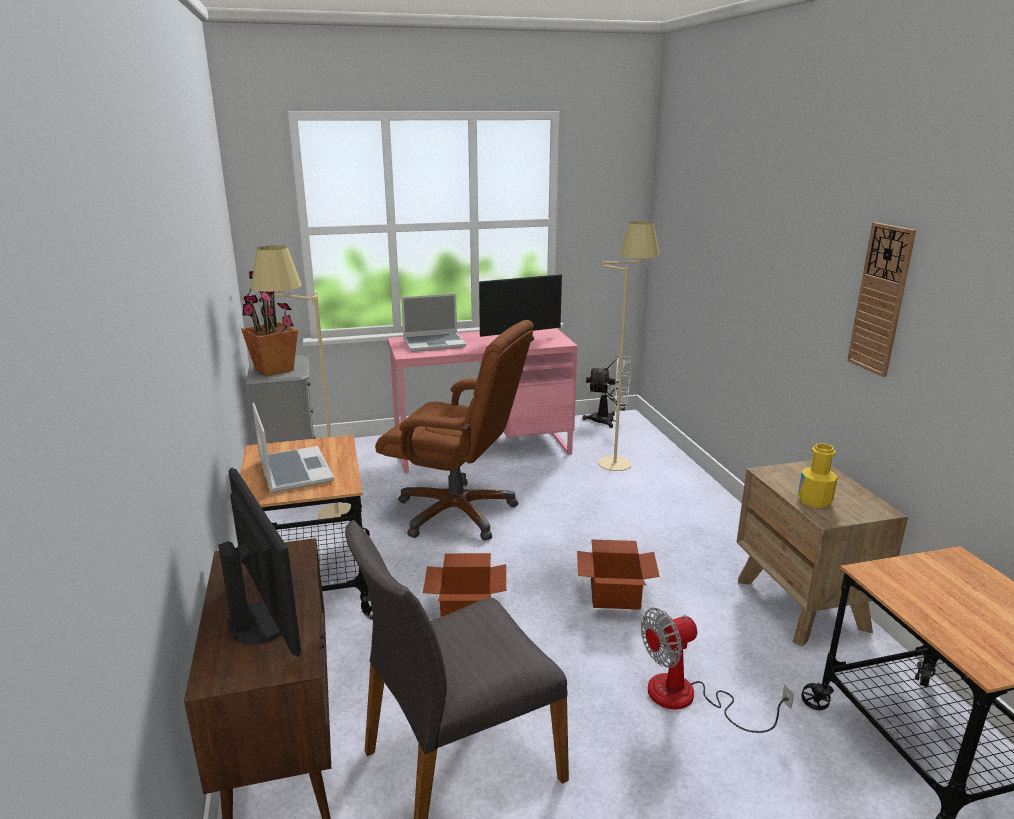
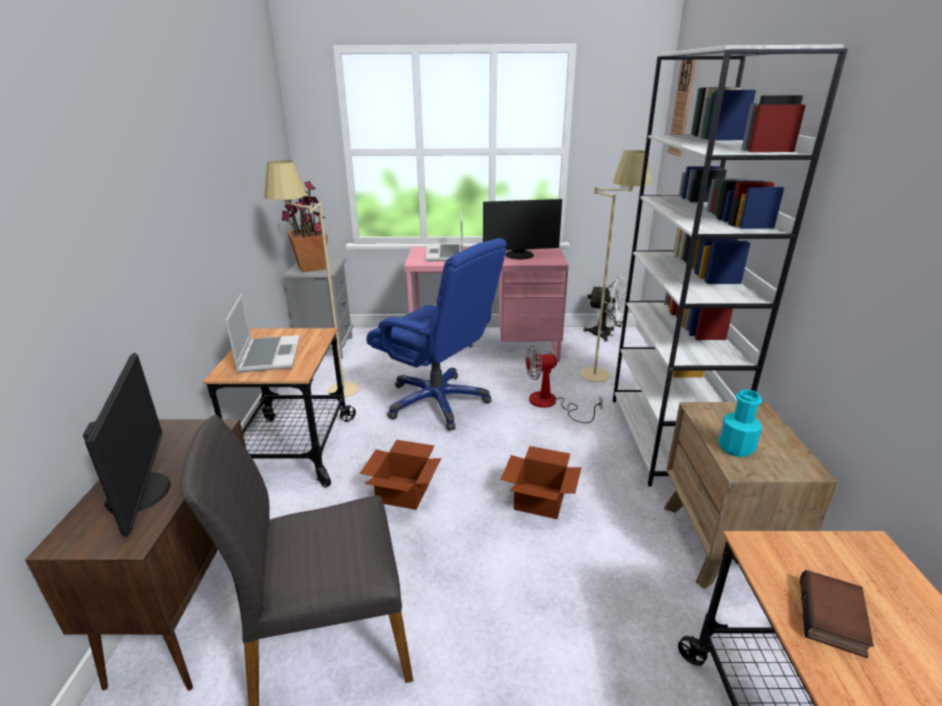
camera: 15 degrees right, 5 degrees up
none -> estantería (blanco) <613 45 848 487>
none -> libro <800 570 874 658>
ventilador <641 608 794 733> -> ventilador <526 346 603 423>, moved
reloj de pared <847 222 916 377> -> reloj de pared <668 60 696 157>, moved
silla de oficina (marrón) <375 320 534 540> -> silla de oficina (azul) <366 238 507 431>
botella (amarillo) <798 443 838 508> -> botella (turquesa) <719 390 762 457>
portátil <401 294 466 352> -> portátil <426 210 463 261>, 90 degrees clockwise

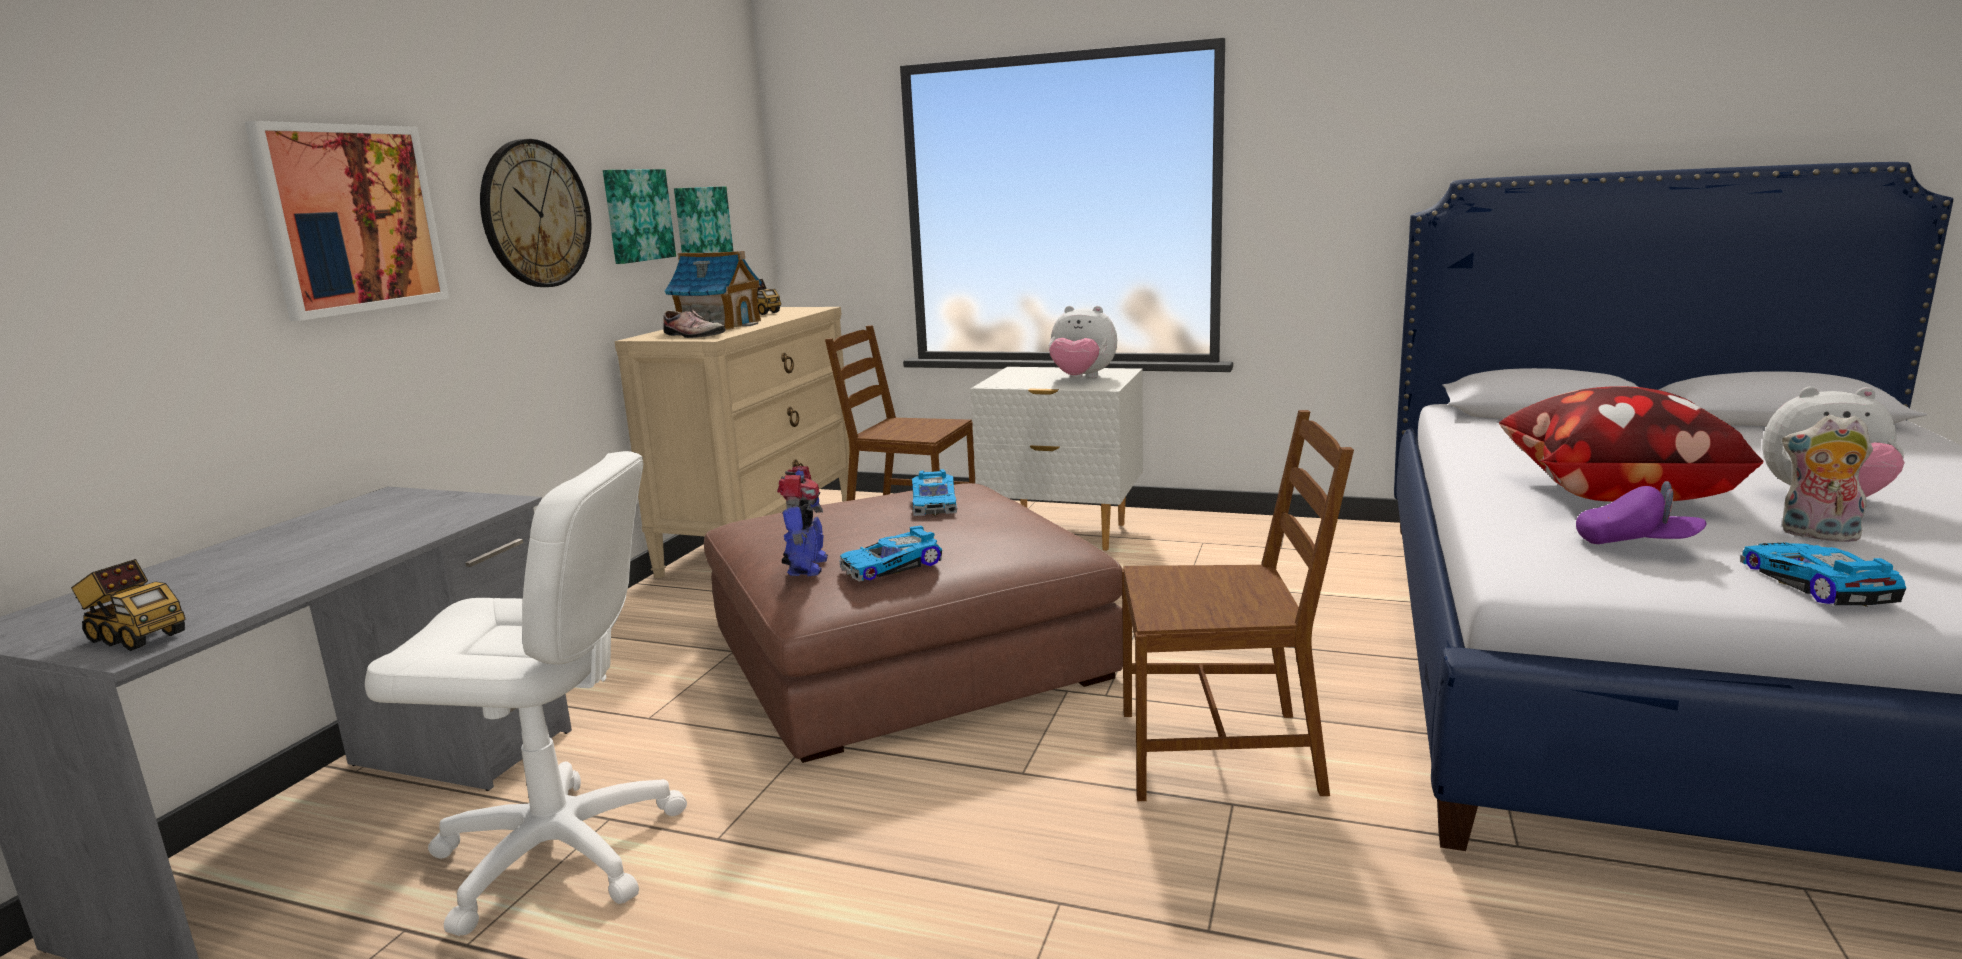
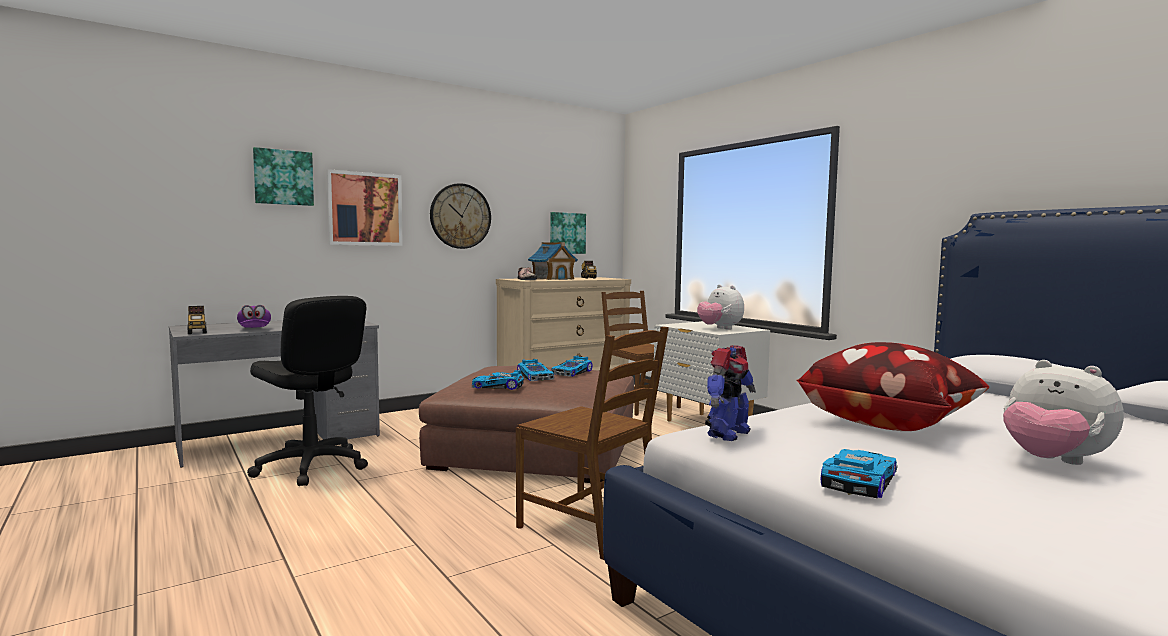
camera: 35 degrees right, 10 degrees down
peluche <1782 415 1873 542> -> none
none -> coche de juguete <517 359 555 381>
cuadro <603 169 676 264> -> cuadro <253 147 314 206>, moved
robot de juguete <777 466 828 577> -> robot de juguete <705 345 756 441>, moved
gorra (morado) <1576 481 1706 544> -> gorra (morado) <237 305 271 328>, moved
silla de oficina (blanco) <365 451 687 936> -> silla de oficina (negro) <247 296 368 486>

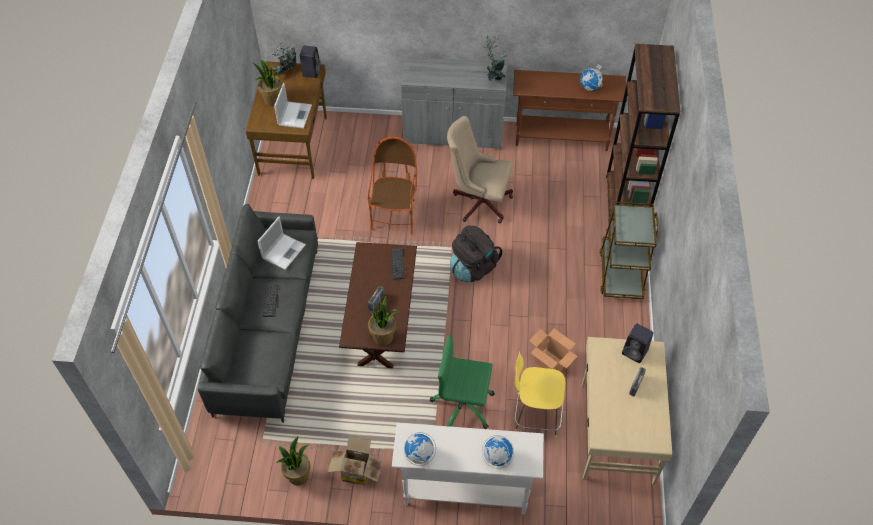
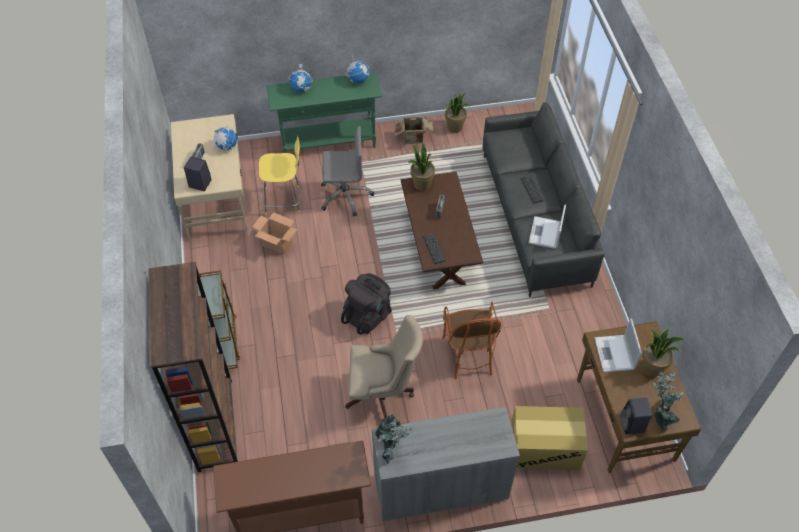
camera: 165 degrees right, 0 degrees up
none -> caja de cartón <511 406 588 470>
globo terráqueo <580 65 603 91> -> globo terráqueo <213 127 237 151>, moved
mesa consola (blanco) <392 423 544 515> -> mesa consola (verde) <267 72 382 153>
silla de oficina (verde) <430 335 495 429> -> silla de oficina (gris) <321 126 374 217>

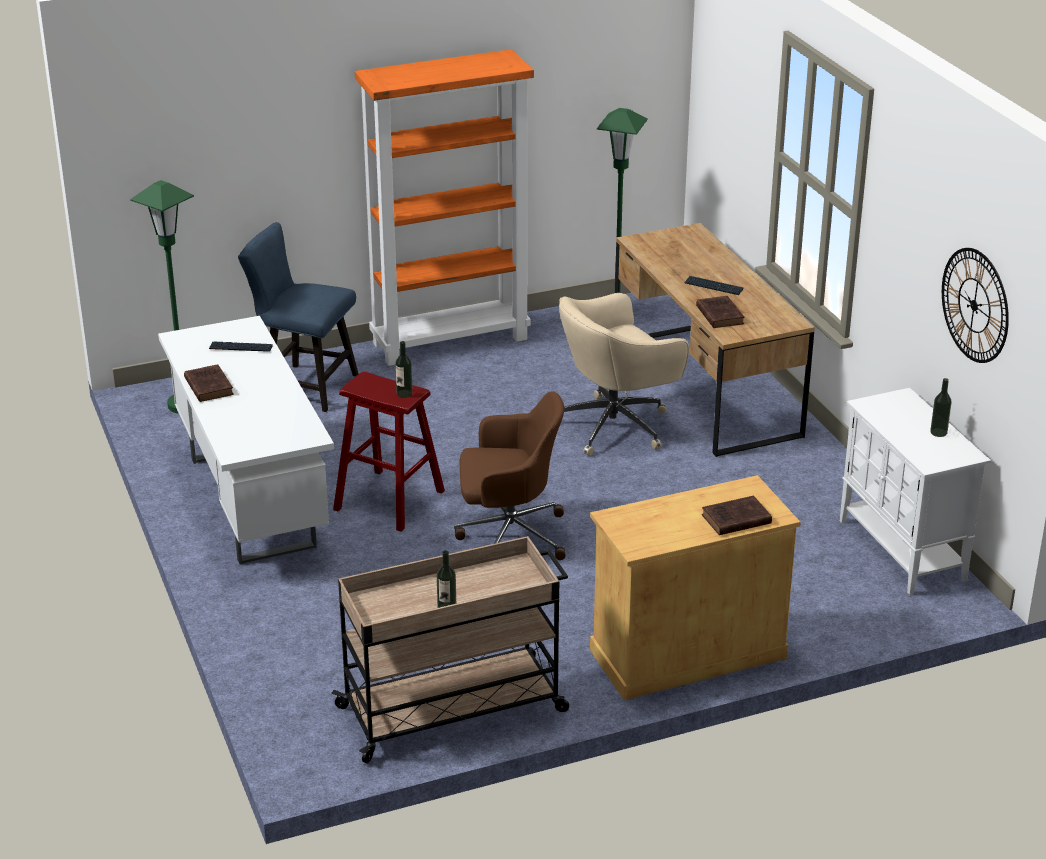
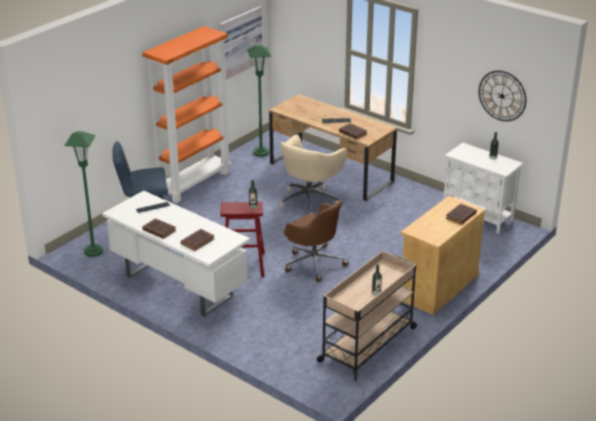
camera: 30 degrees left, 0 degrees up
none -> libro (marrón) <181 229 214 251>
none -> cuadro <219 6 262 79>
silla de oficina (marrón) <454 391 565 560> -> silla de oficina (marrón) <284 200 349 282>, 75 degrees clockwise

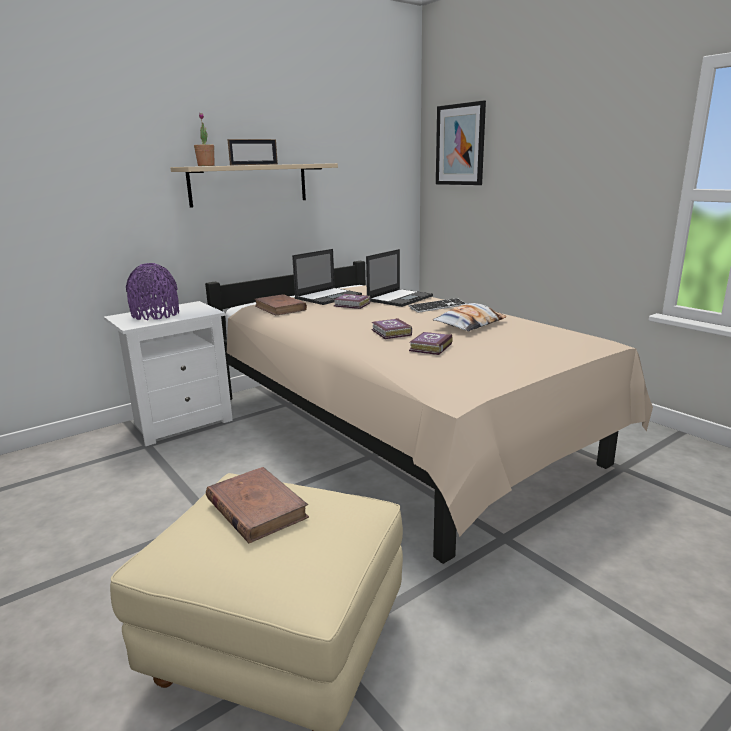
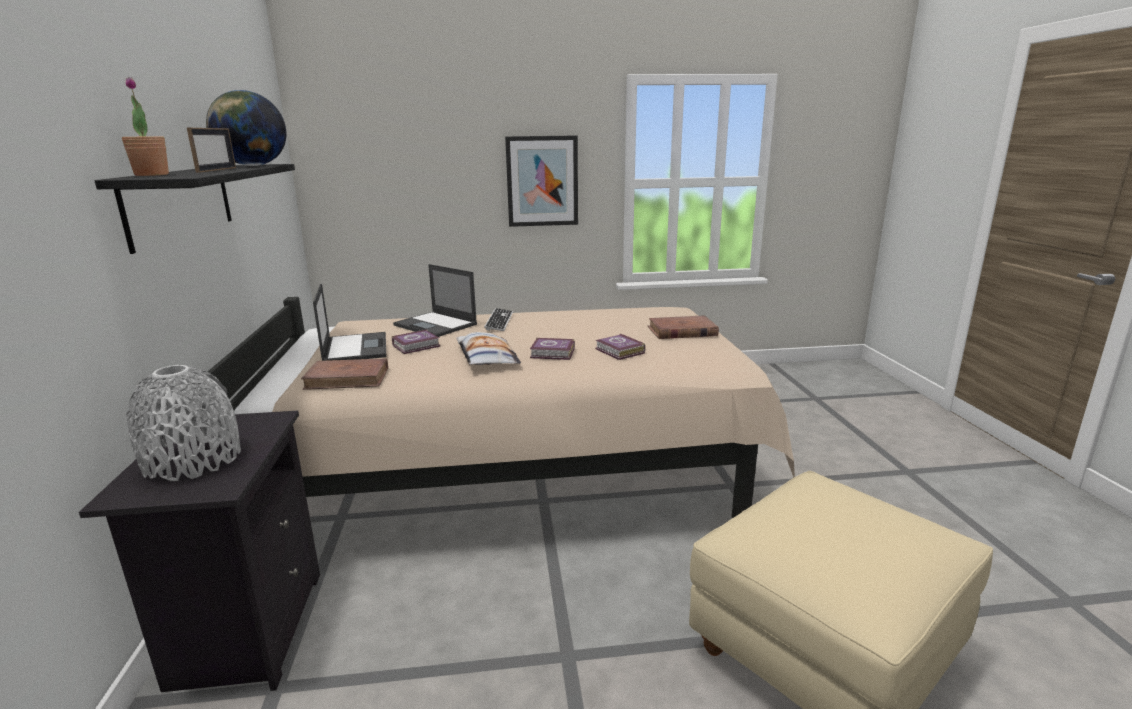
camera: 60 degrees left, 0 degrees up
none -> globo terráqueo <206 90 286 166>
libro (marrón) <206 467 309 543> -> libro (marrón) <648 315 719 339>, moved
cojín <433 303 507 331> -> cojín <456 332 521 365>, moved
cuadro <436 100 486 185> -> cuadro <505 135 578 227>, moved
mesita de noche (blanco) <104 301 233 446> -> mesita de noche (negro) <79 411 320 692>
florero (morado) <126 263 179 320> -> florero (gris) <125 365 241 481>
estante (beis) <170 163 338 208> -> estante (negro) <95 164 295 254>
portátil <366 249 433 307> -> portátil <393 264 477 337>, 150 degrees clockwise

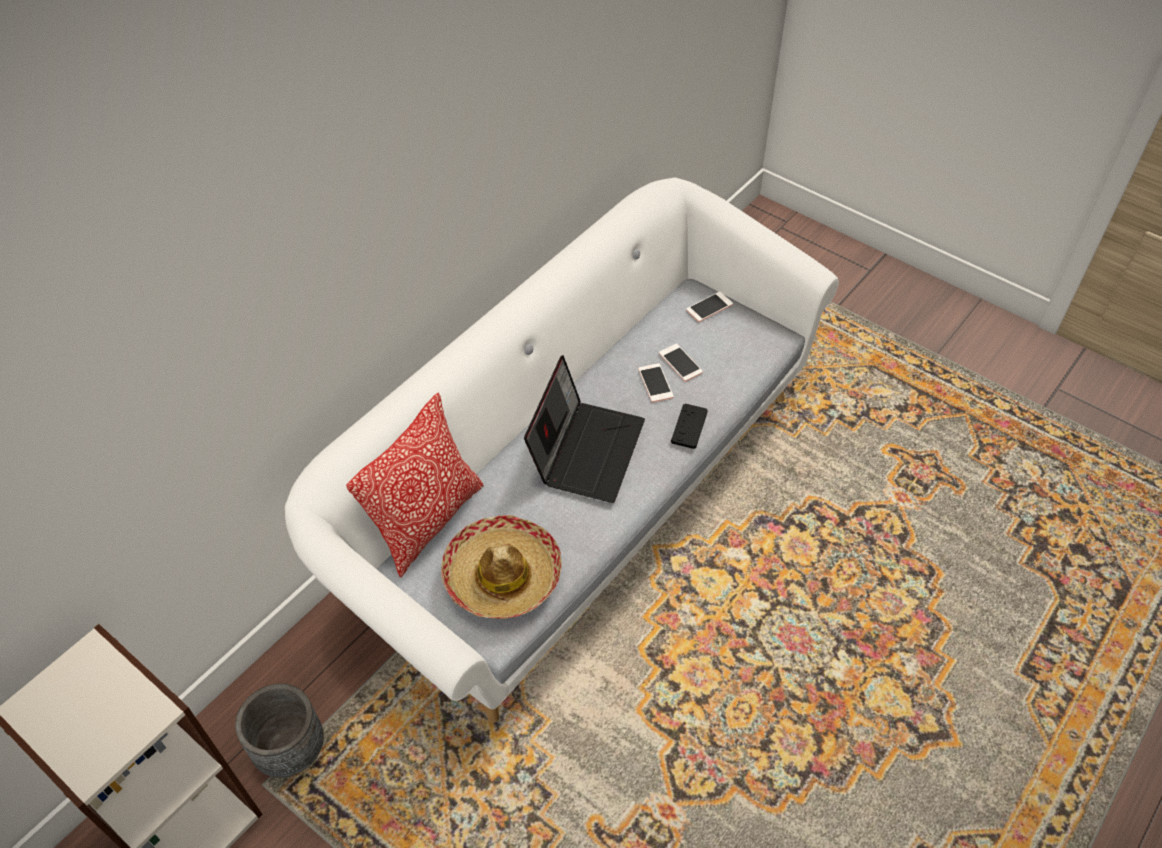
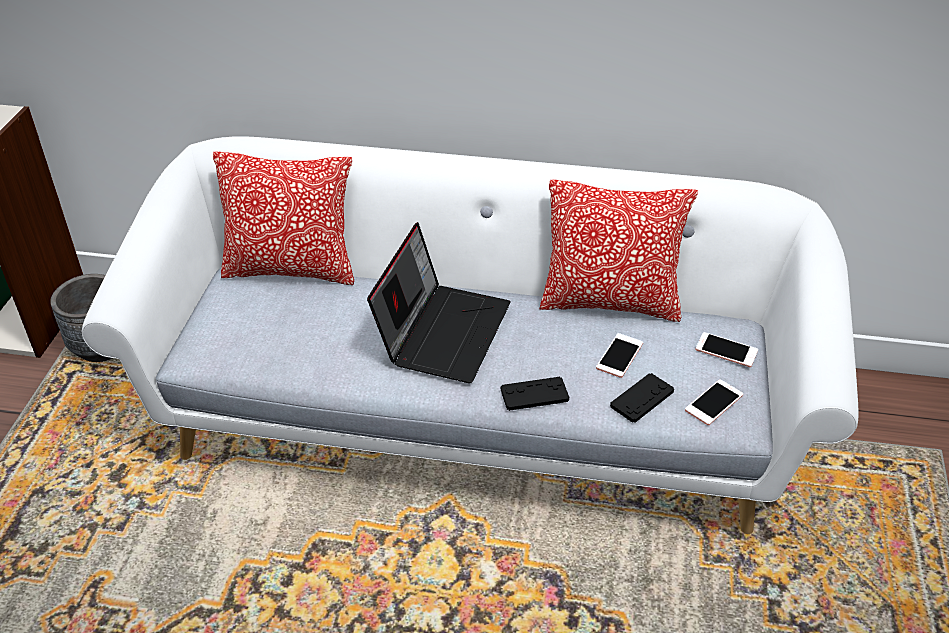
camera: 60 degrees right, 10 degrees down
sombrero <441 515 562 619> -> none
none -> cojín <540 180 698 322>
none -> mando de consola (negro) <610 373 674 423>
móvil <638 363 674 402> -> móvil <685 379 743 425>, moved
portátil <524 355 645 503> -> portátil <367 222 511 383>, 60 degrees counterclockwise

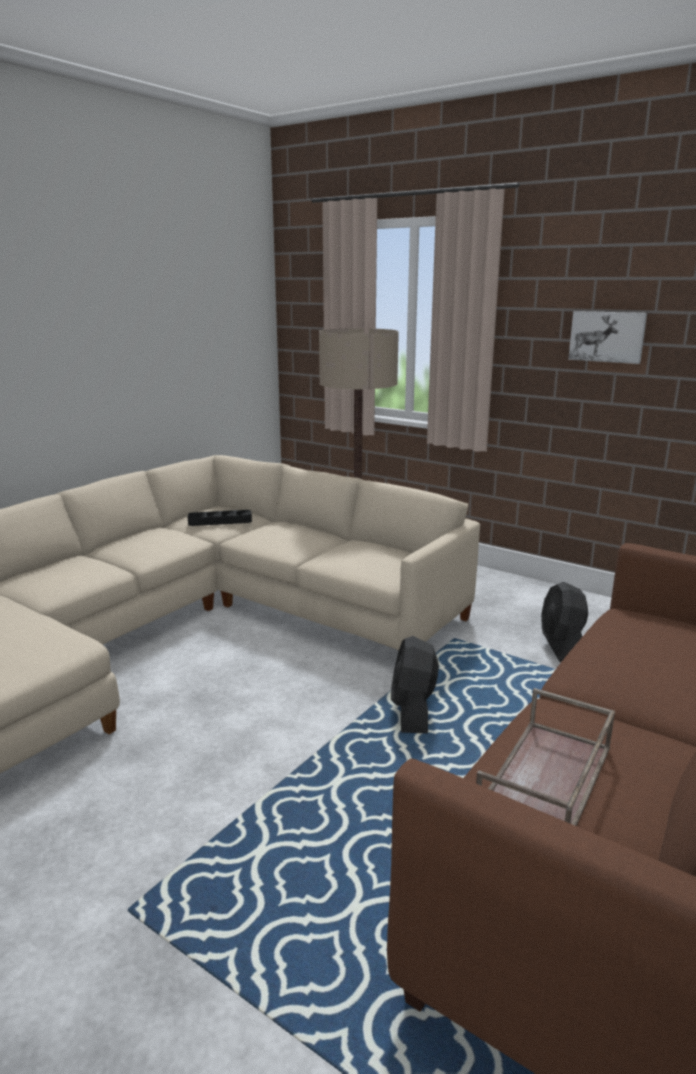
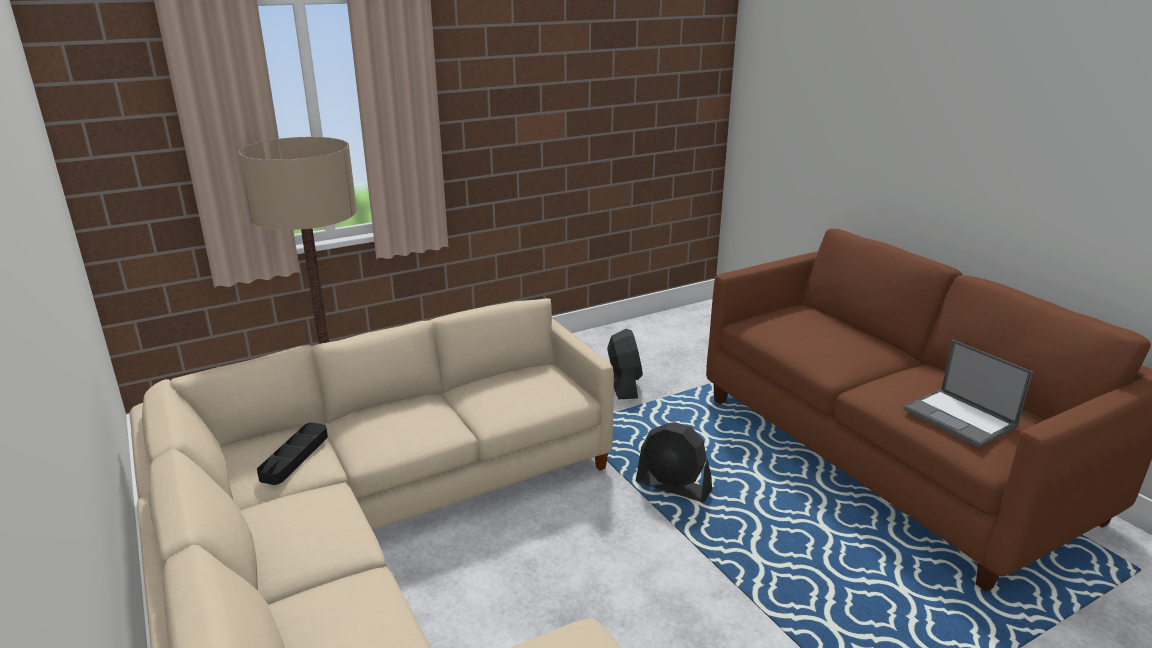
camera: 65 degrees left, 5 degrees up
cuadro <568 311 647 364> -> none
bandeja (marrón) <476 688 615 826> -> portátil <903 340 1033 448>
ventilador (negro) <541 582 588 663> -> ventilador (negro) <607 329 643 399>, 120 degrees counterclockwise

